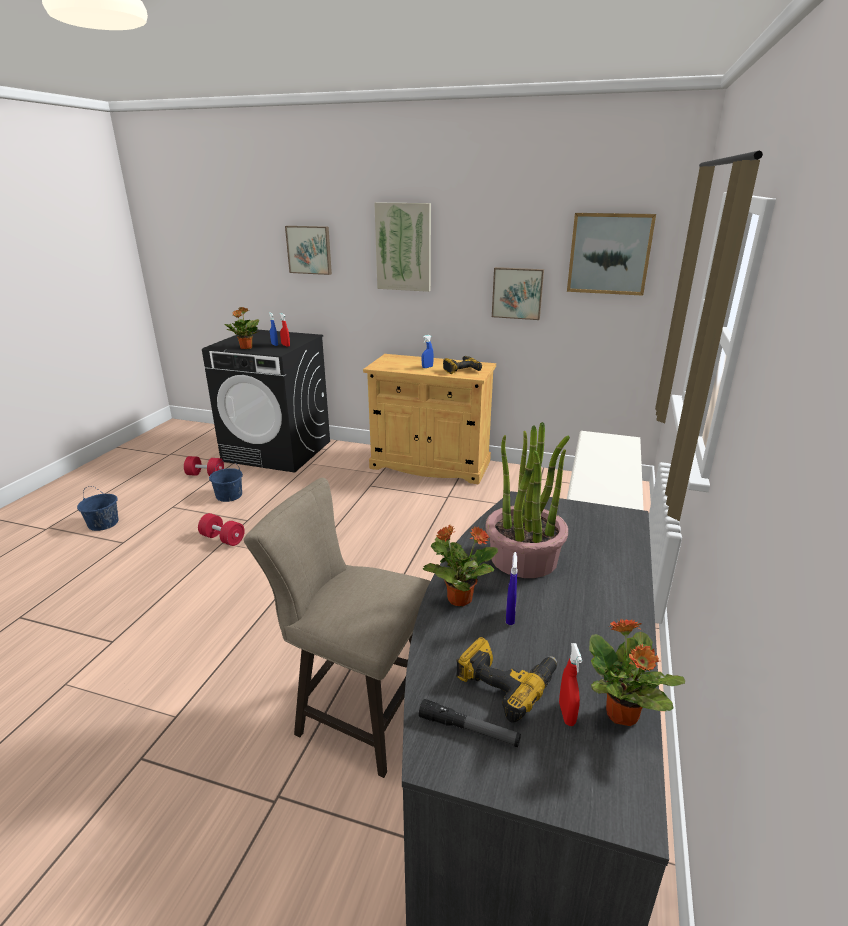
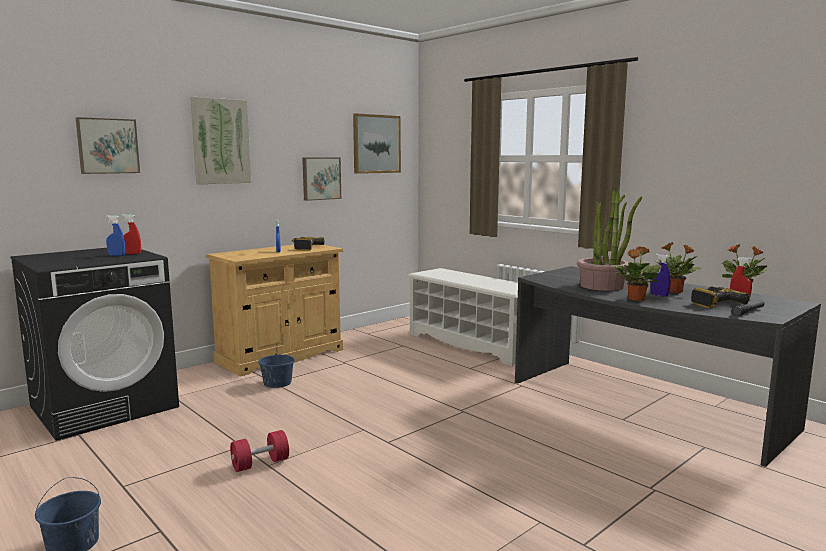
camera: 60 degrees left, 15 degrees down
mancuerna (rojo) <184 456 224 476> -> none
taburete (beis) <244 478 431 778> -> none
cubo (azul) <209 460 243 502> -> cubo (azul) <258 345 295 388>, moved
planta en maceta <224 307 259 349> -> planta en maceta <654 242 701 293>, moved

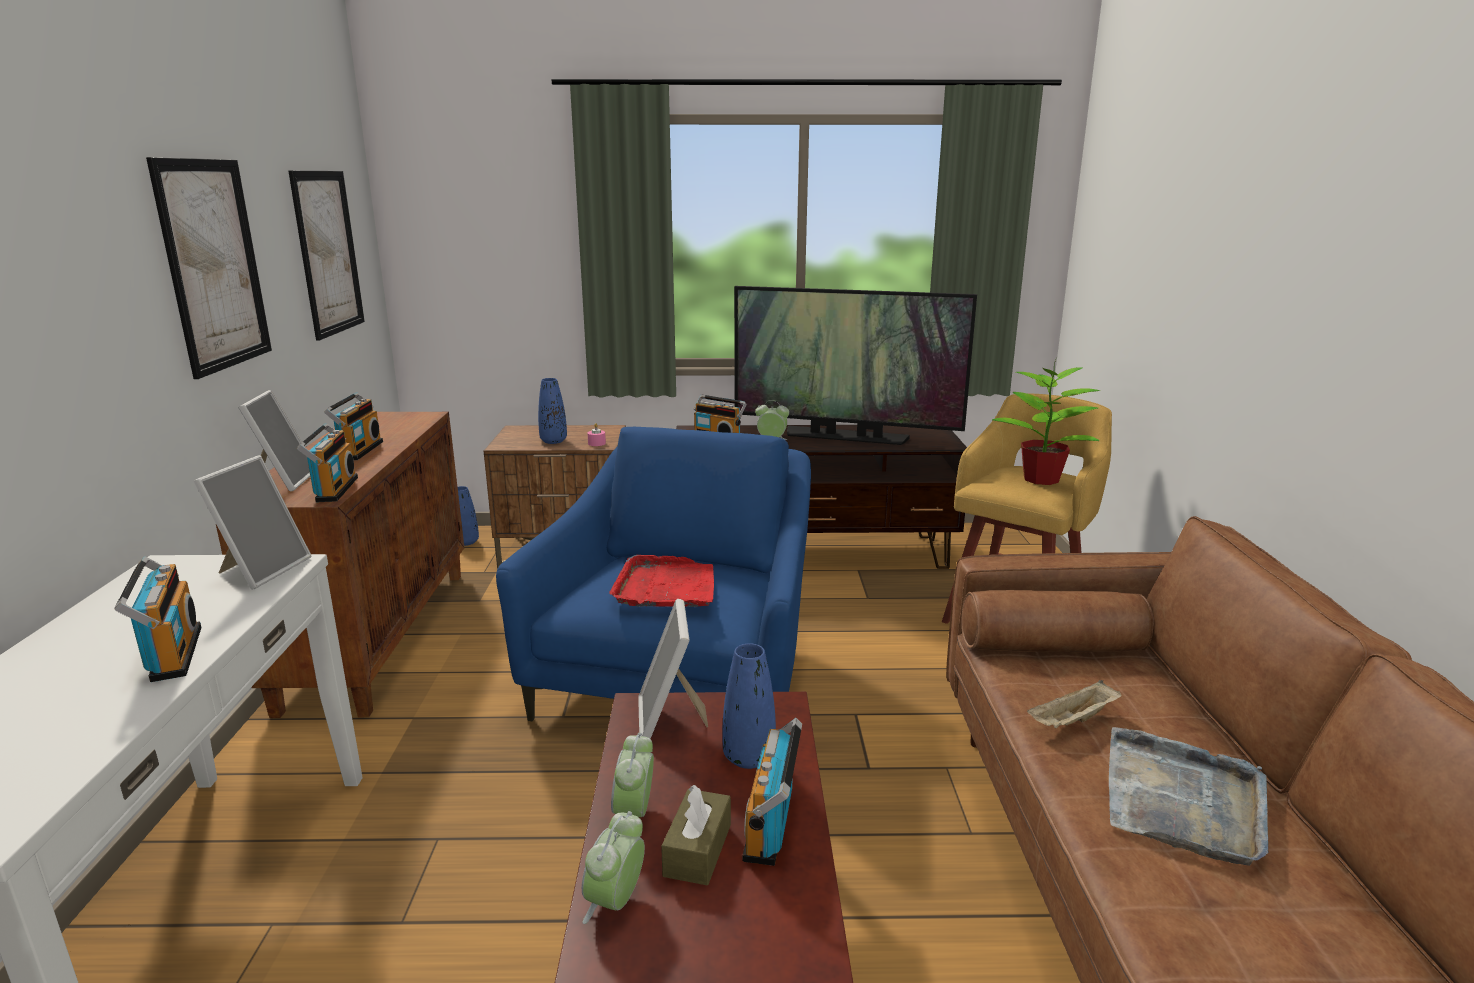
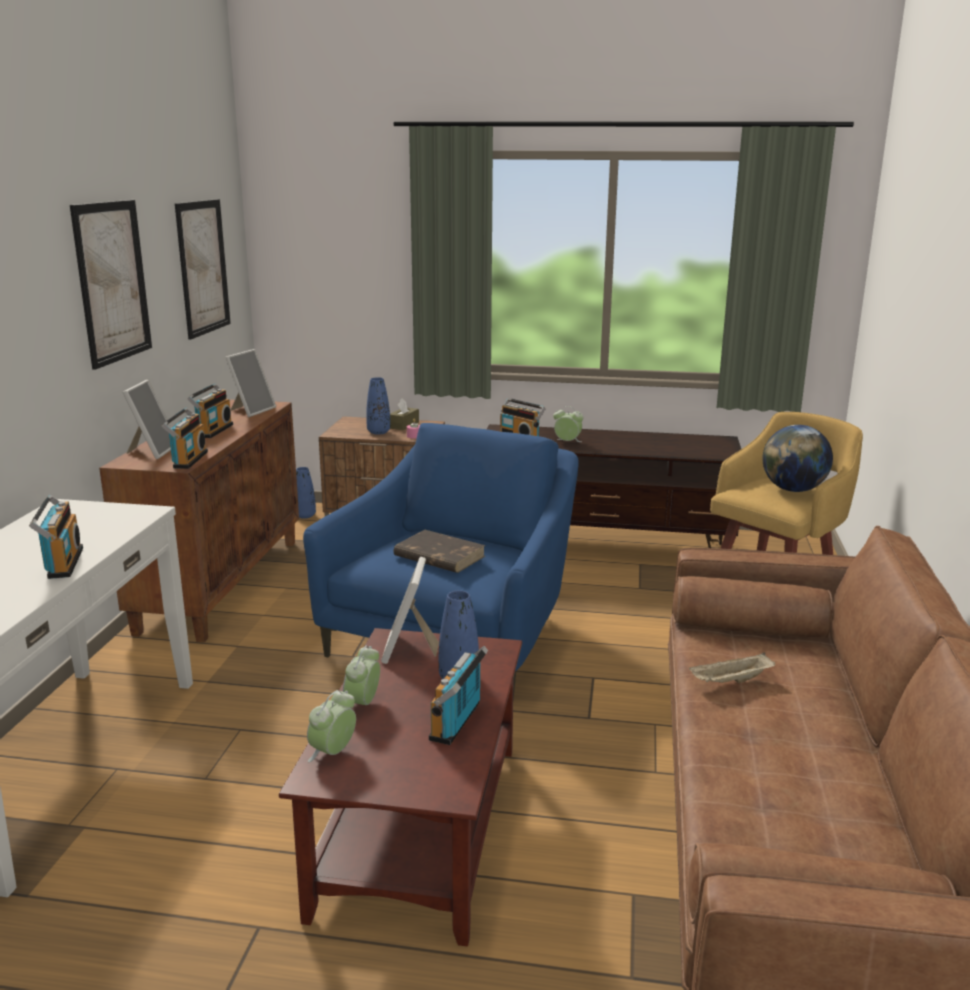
camera: 10 degrees right, 0 degrees up
televisor <734 286 977 445> -> none
bandeja (gris) <1109 727 1269 866> -> none
portarretratos <194 455 312 589> -> portarretratos <225 349 276 417>, moved
caja de pañuelos (marrón) <661 785 731 886> -> caja de pañuelos (marrón) <390 398 419 430>, moved
bandeja (rojo) <609 555 714 607> -> libro (marrón) <393 530 486 573>
planta en maceta <992 358 1100 485> -> globo terráqueo <762 425 833 492>

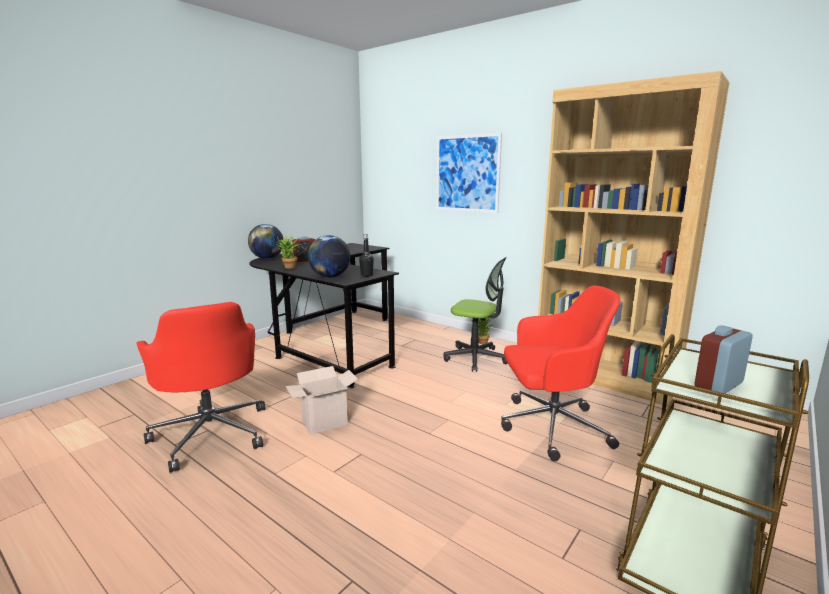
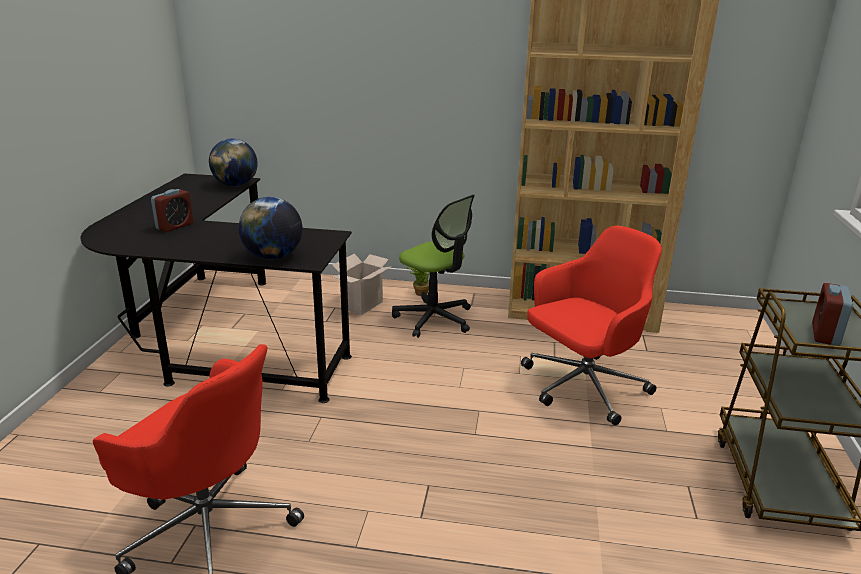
camera: 30 degrees left, 10 degrees up
planta en maceta <277 236 300 269> -> none
botella (negro) <359 234 374 277> -> none
cuadro <436 133 502 213> -> none
globo terráqueo <248 224 283 259> -> globo terráqueo <209 138 258 186>, moved
caja de cartón <285 366 358 435> -> caja de cartón <332 254 392 315>, moved
silla de oficina <444 257 508 372> -> silla de oficina <392 194 475 338>, 45 degrees clockwise

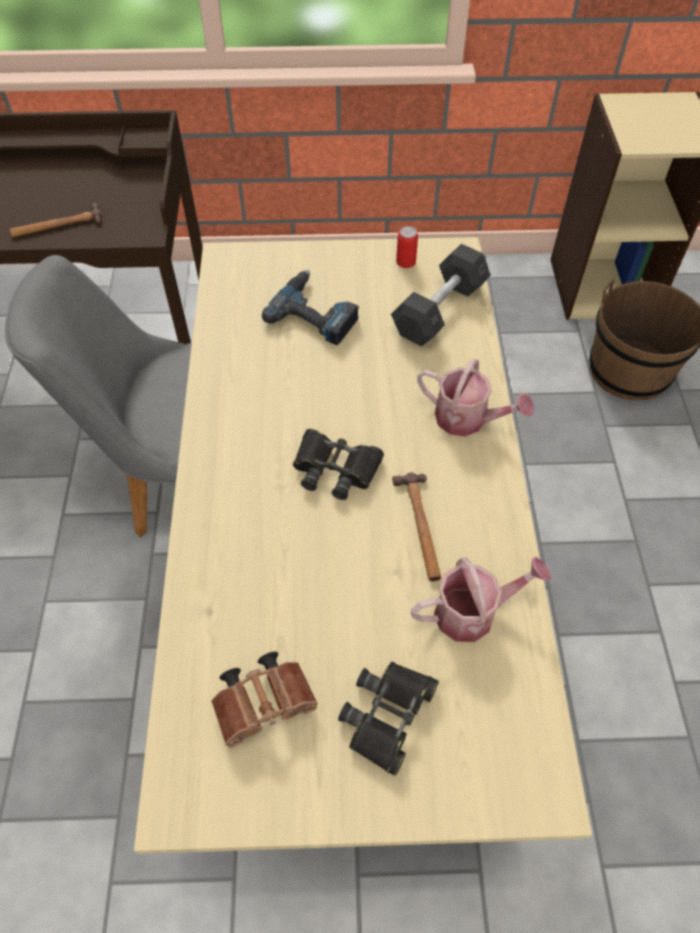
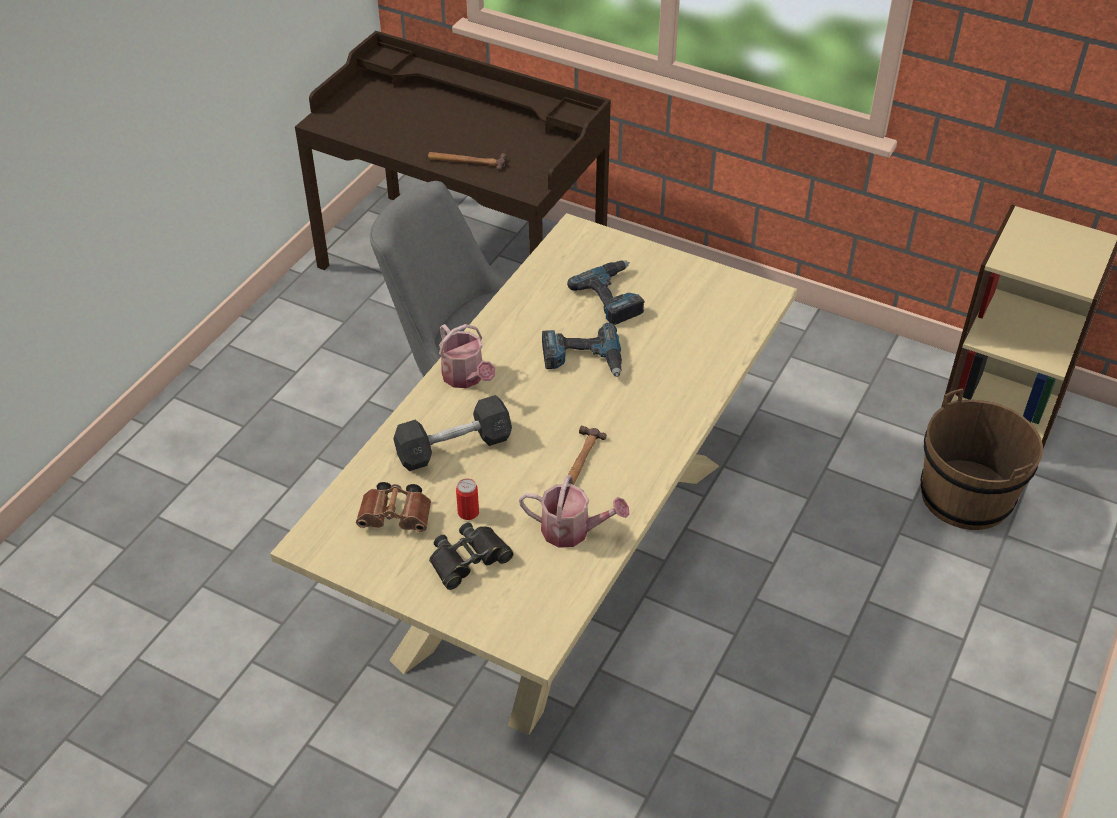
camera: 30 degrees right, 10 degrees down
prismáticos (negro) <293 429 384 500> -> none
none -> taladro <542 323 622 377>
mancuerna (gris) <391 243 491 347> -> mancuerna (gris) <393 395 512 471>, moved
lata <396 226 418 268> -> lata <456 478 479 520>, moved
regadera <417 359 534 437> -> regadera <439 324 495 388>, moved

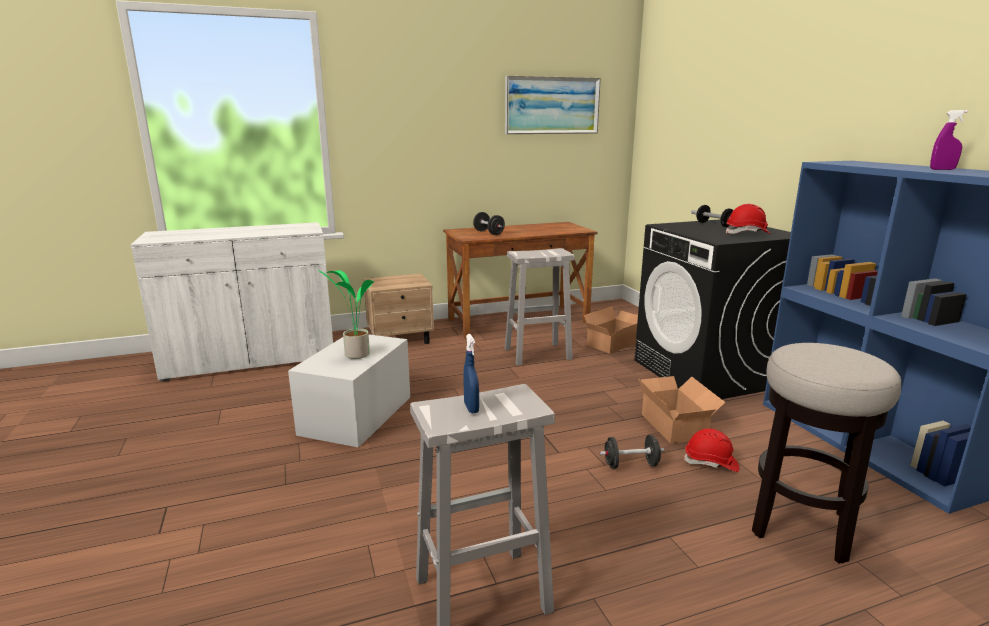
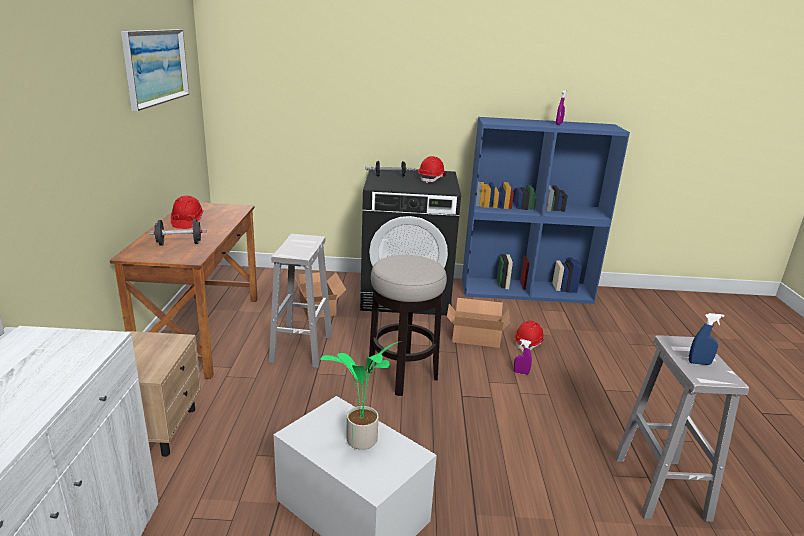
camera: 70 degrees left, 5 degrees up
none -> casco (rojo) <171 196 204 229>
taburete <752 343 902 564> -> taburete <368 255 447 396>, moved
mancuerna (negro) <600 435 664 469> -> pulverizador (morado) <514 339 532 375>

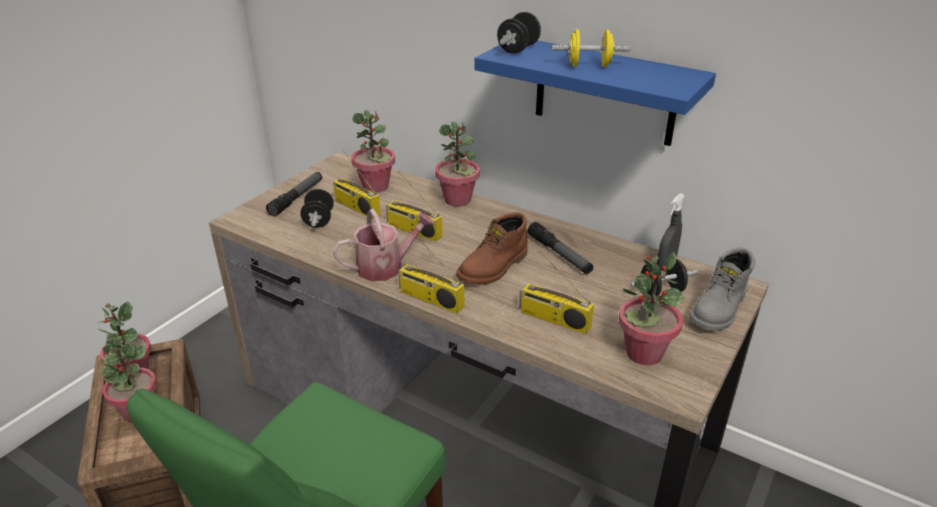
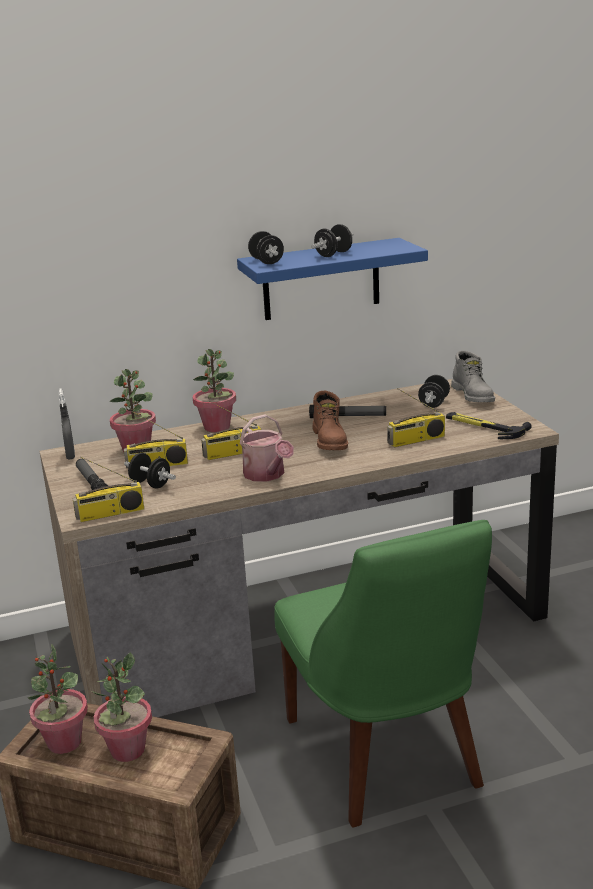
camera: 50 degrees left, 10 degrees down
radio <398 233 464 314> -> radio <73 457 144 522>, moved
pulverizador (gris) <657 193 685 271> -> pulverizador (gris) <59 388 75 459>, moved
planta en maceta <619 251 685 365> -> martillo <446 412 532 439>
mancuerna (amarillo) <552 29 631 67> -> mancuerna (negro) <311 224 353 257>
regadera <333 209 435 281> -> regadera <240 414 294 482>, 135 degrees clockwise

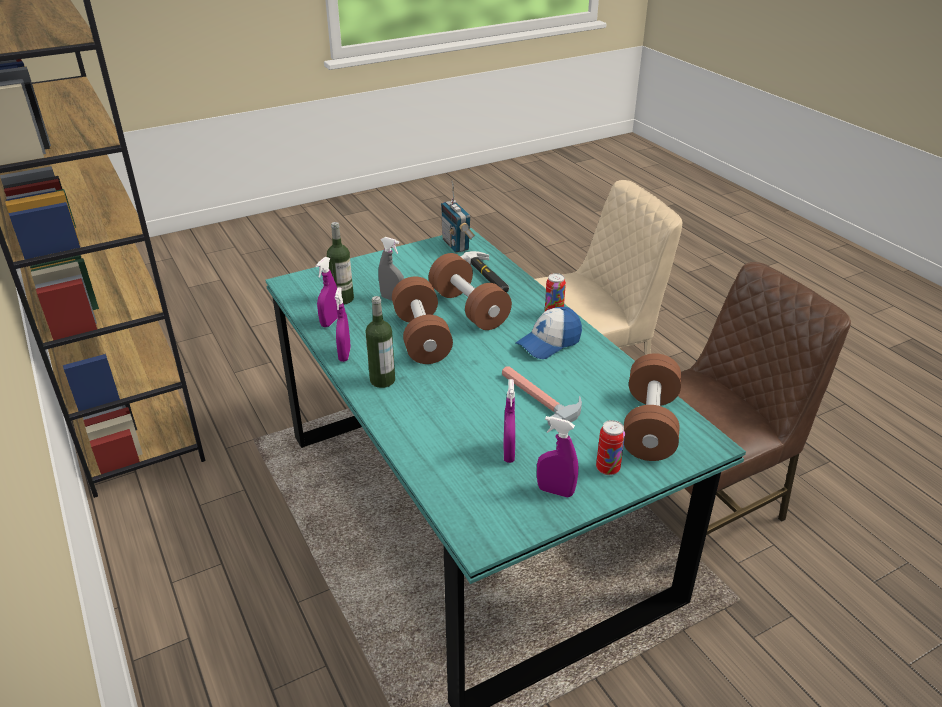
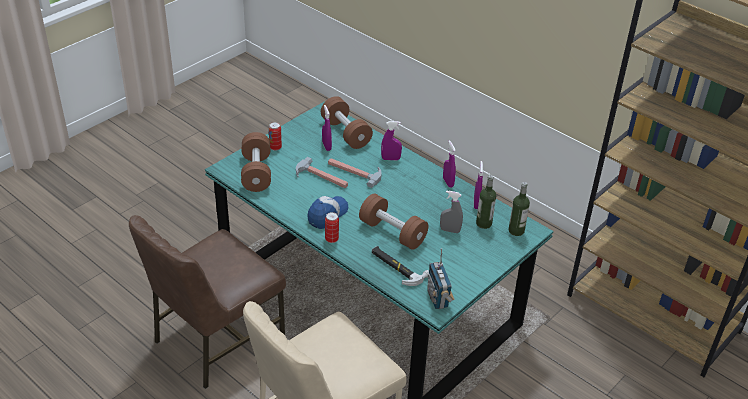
camera: 160 degrees right, 5 degrees up
none -> martillo <328 158 382 188>
botella <366 296 395 388> -> botella <508 182 530 236>, moved
mancuerna (marrón) <392 277 453 364> -> mancuerna (marrón) <321 96 373 149>, moved
pulverizador (morado) <537 416 578 498> -> pulverizador (morado) <381 121 402 160>, moved
radio <441 181 475 253> -> radio <427 249 454 309>, 150 degrees counterclockwise

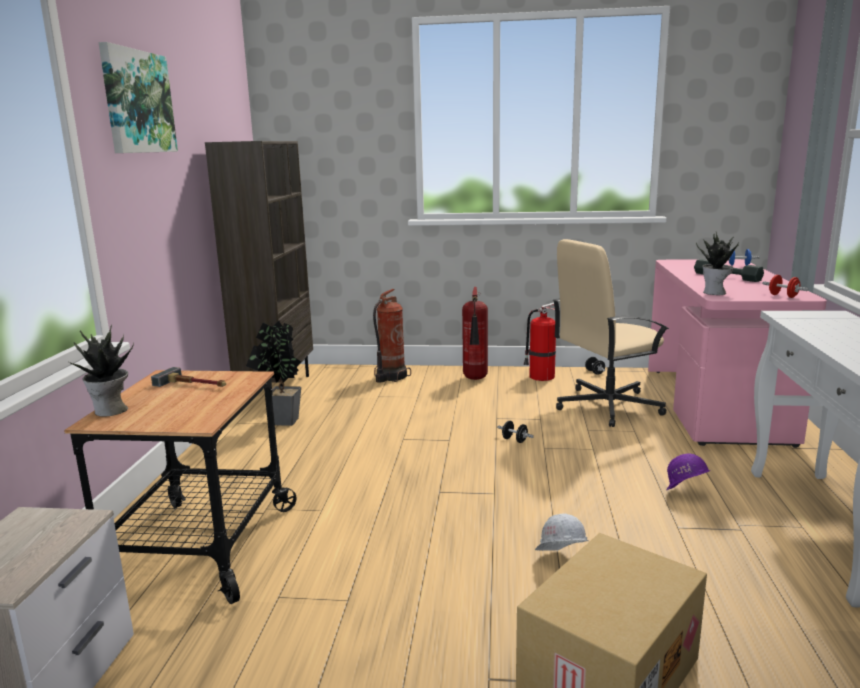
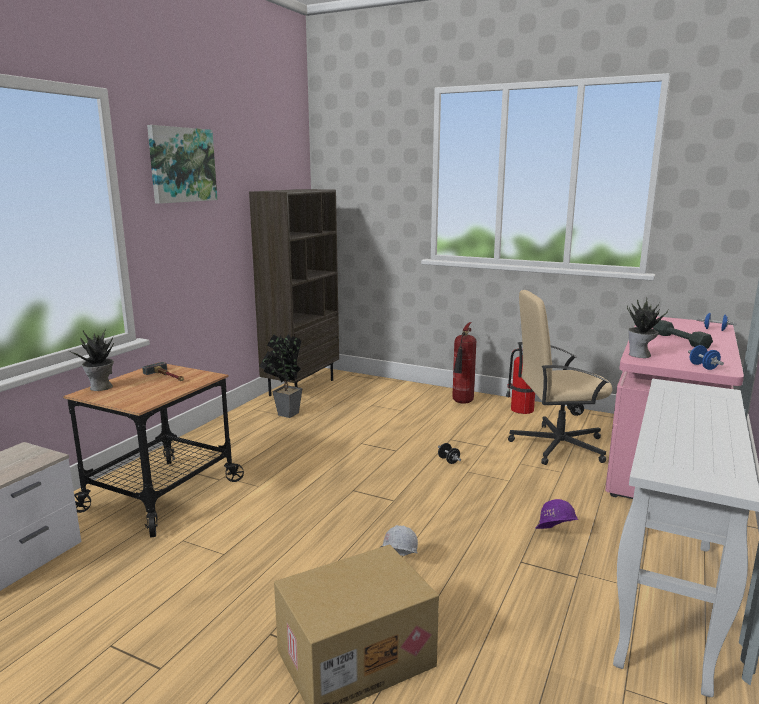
camera: 20 degrees right, 0 degrees up
extintor <373 289 411 383> -> none
mancuerna (rojo) <762 275 809 298> -> mancuerna (azul) <688 345 724 370>

